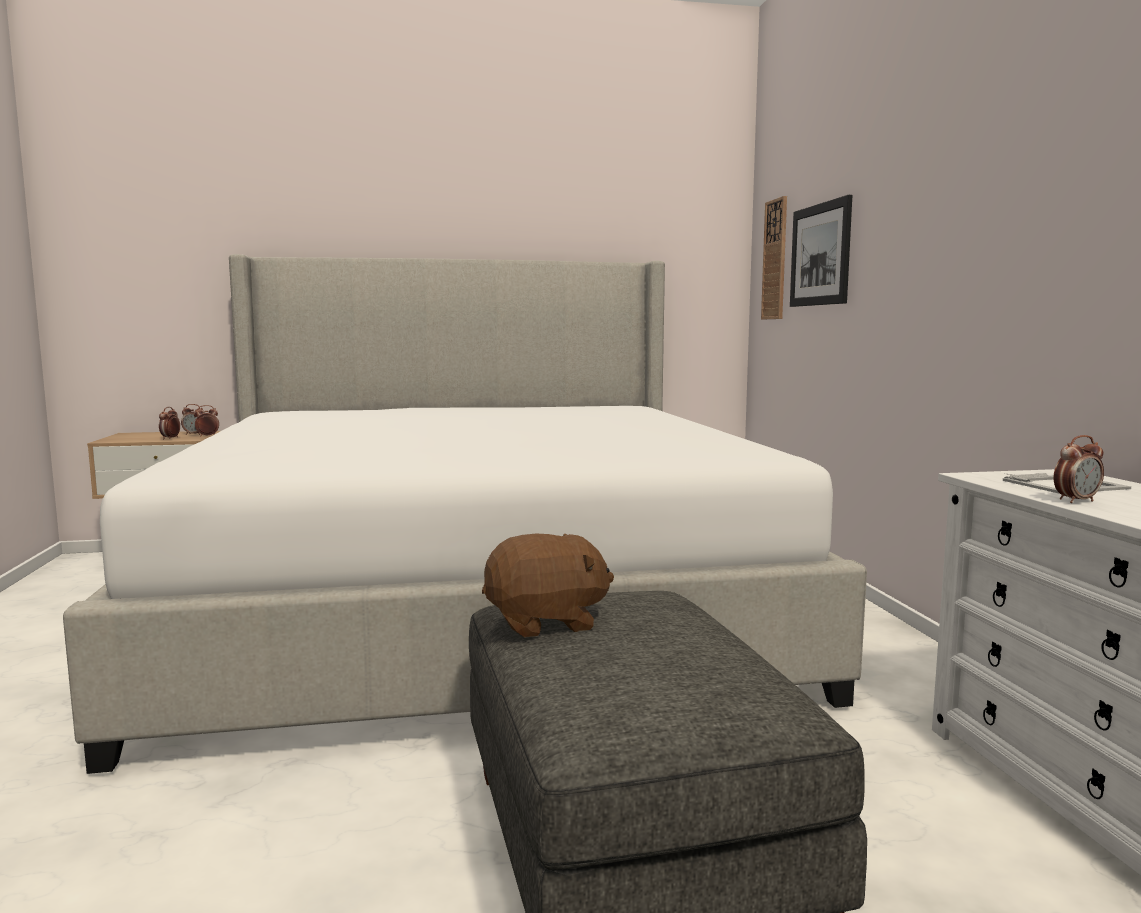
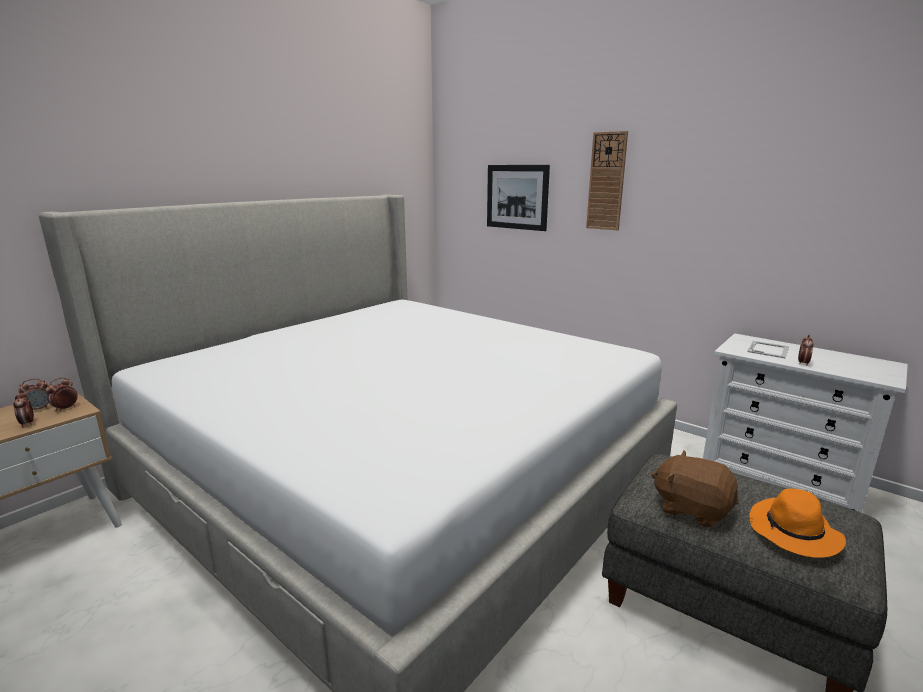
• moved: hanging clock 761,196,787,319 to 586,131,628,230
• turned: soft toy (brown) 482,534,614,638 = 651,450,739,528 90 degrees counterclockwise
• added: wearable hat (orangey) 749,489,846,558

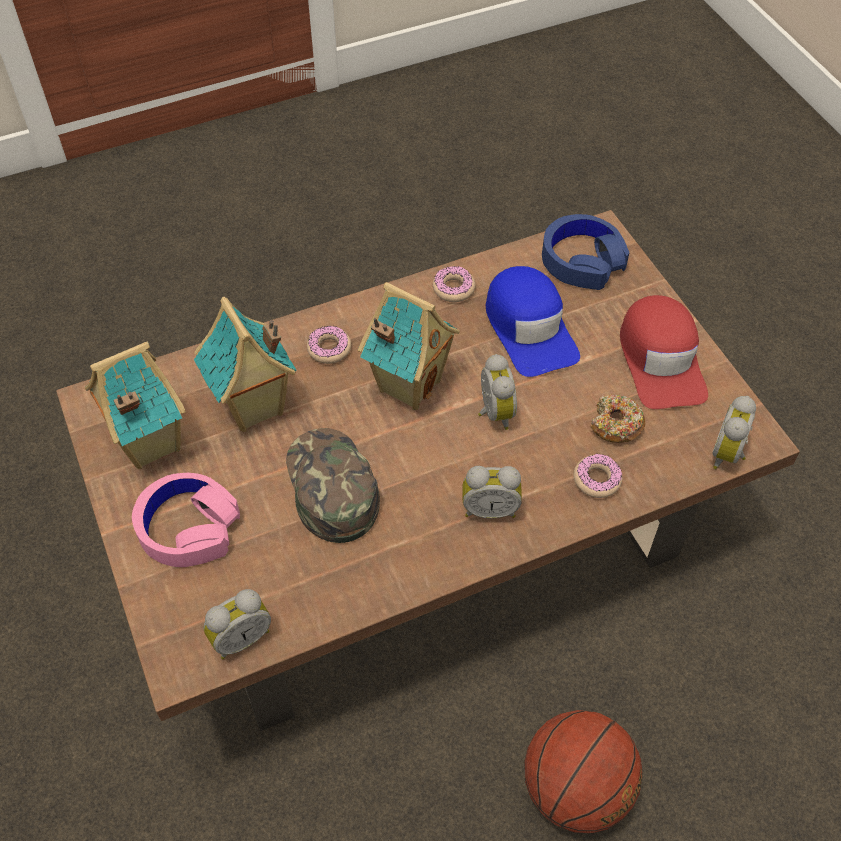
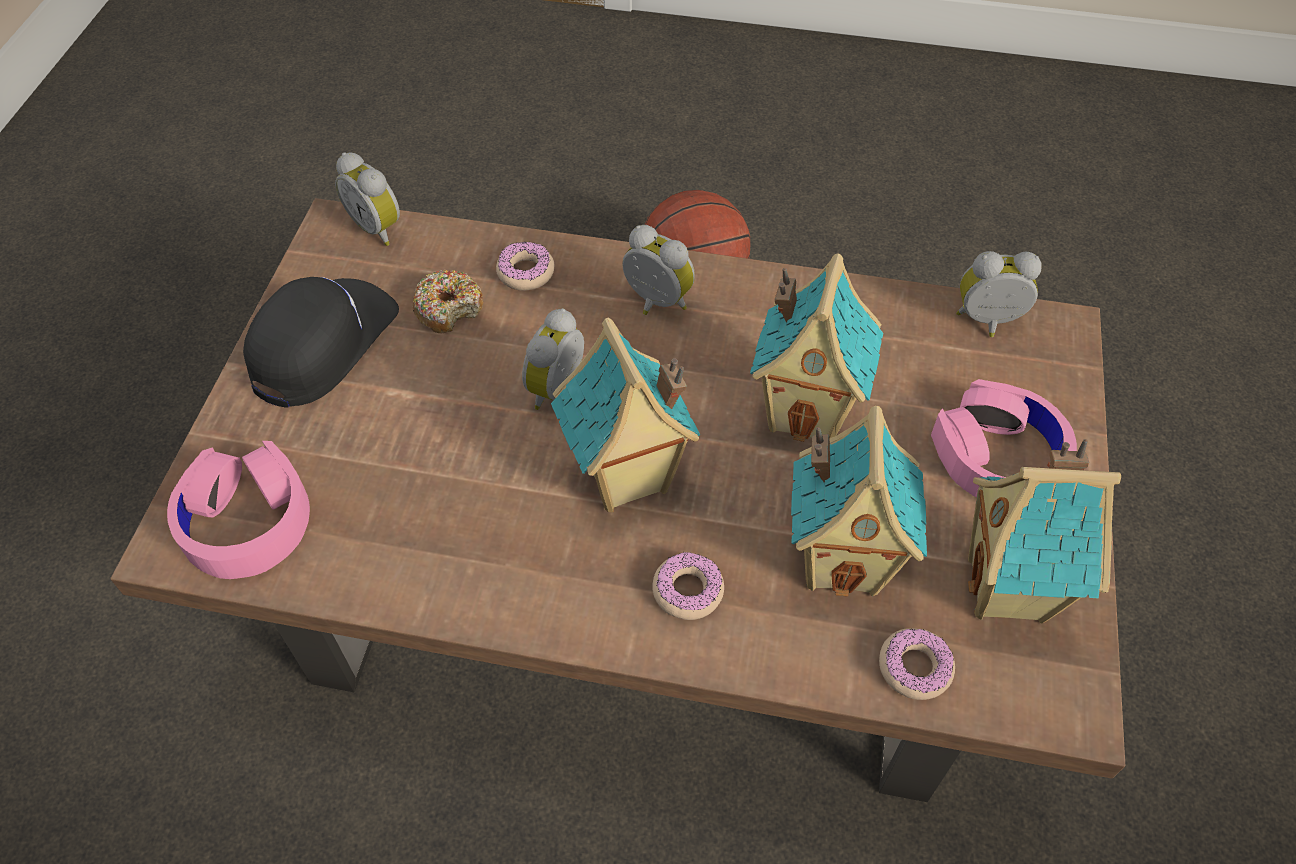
• recoloured: headset (blue-coloured) 542,214,630,290 to headset (pink-coloured) 167,441,310,579
• moved: donut 433,266,475,302 to 879,629,955,700
• removed: baseball cap (blue-coloured) 486,266,580,377
• recoloured: baseball cap (reddish) 620,295,708,409 to baseball cap (black) 243,277,399,407
• turned: table clock 712,396,756,469 = 335,152,400,246 75 degrees clockwise
• replaced: baseball cap (green) 286,428,380,543 to toy house 750,253,883,442

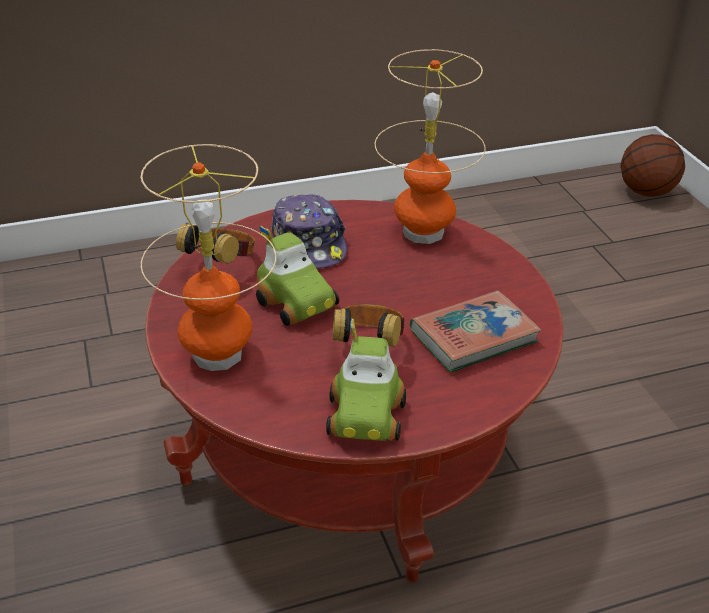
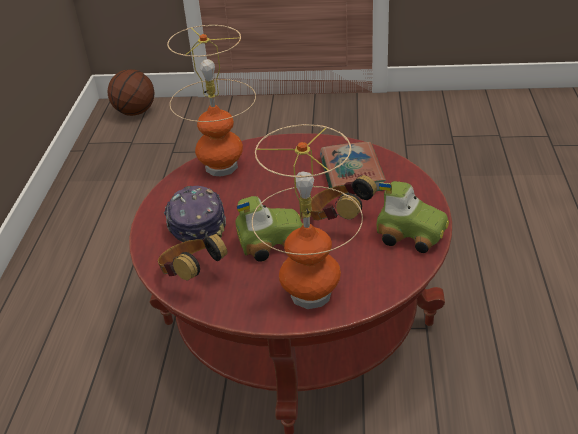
• turned: baseball cap 271,194,347,268 = 164,186,226,242 105 degrees counterclockwise

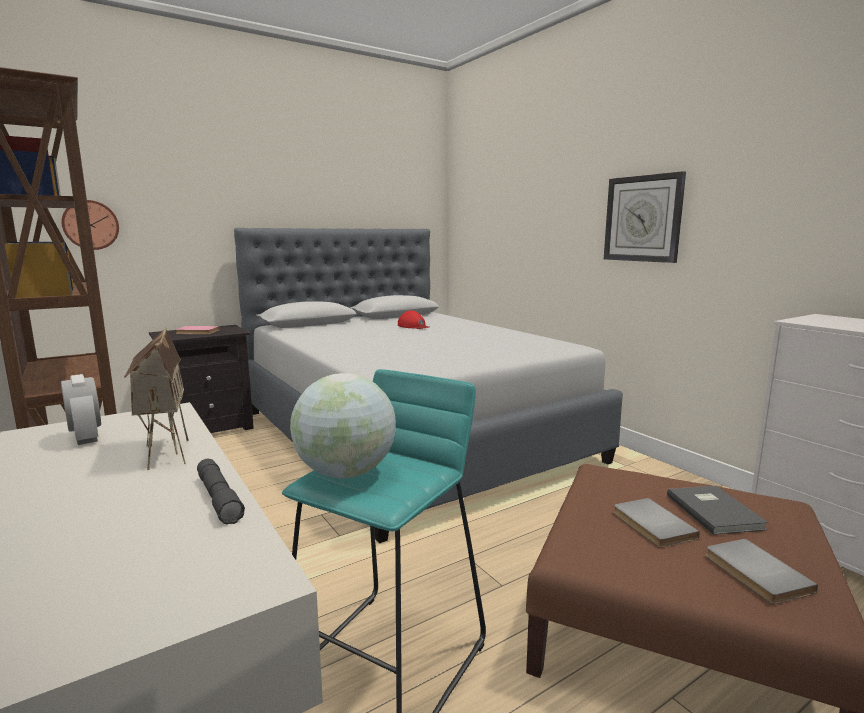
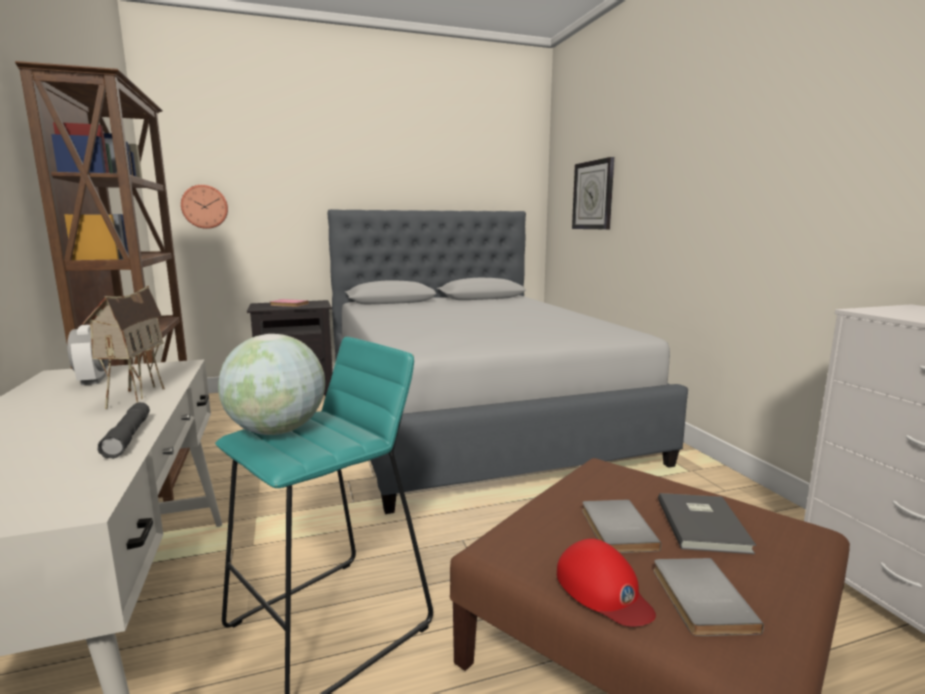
• moved: hanging clock 604,171,686,263 to 572,157,614,230
• moved: baseball cap (reddish) 398,310,429,329 to 557,539,656,627

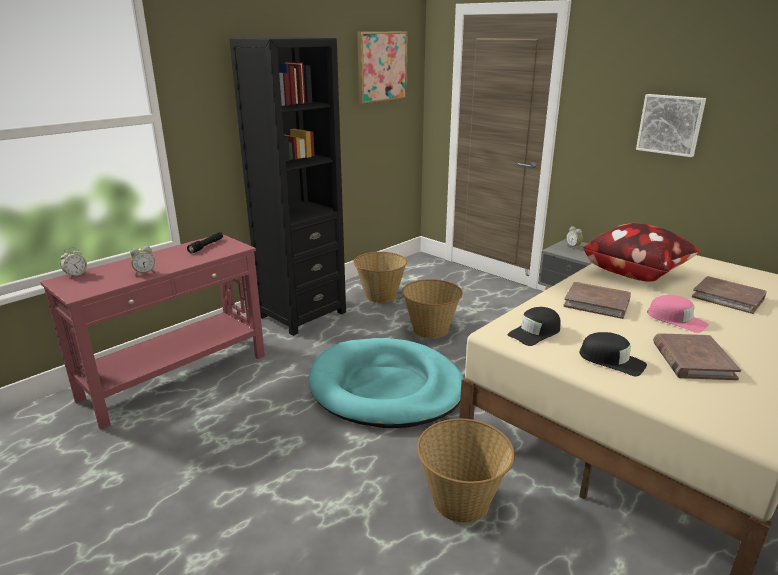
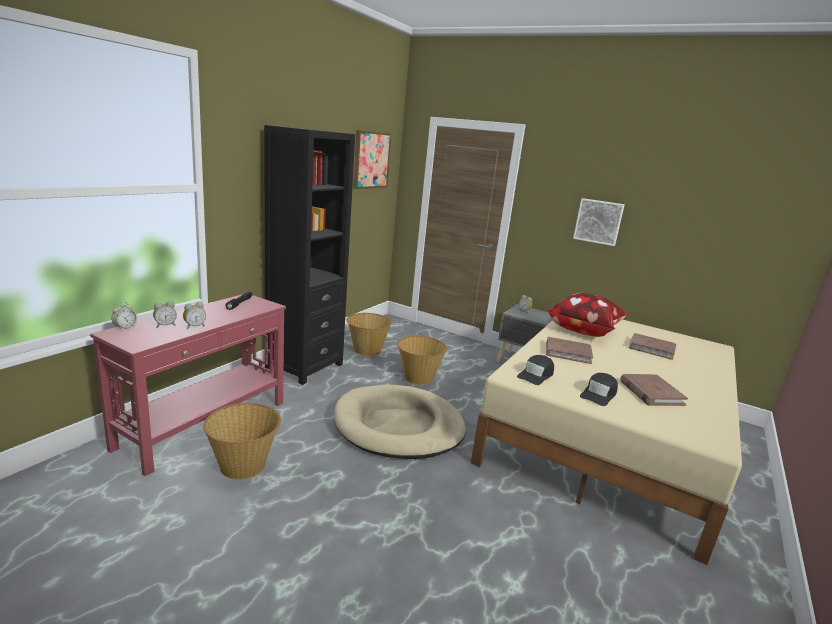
• removed: baseball cap (pink-coloured) 647,295,709,333
• turned: baseball cap (black) 579,332,647,376 = 580,373,618,406 105 degrees clockwise
• recoloured: dog cushion (turquoise-coloured) 309,338,464,428 to dog cushion (beige) 334,385,466,459
• moved: storage basket 417,419,515,523 to 203,403,281,479
• added: table clock 153,301,177,328

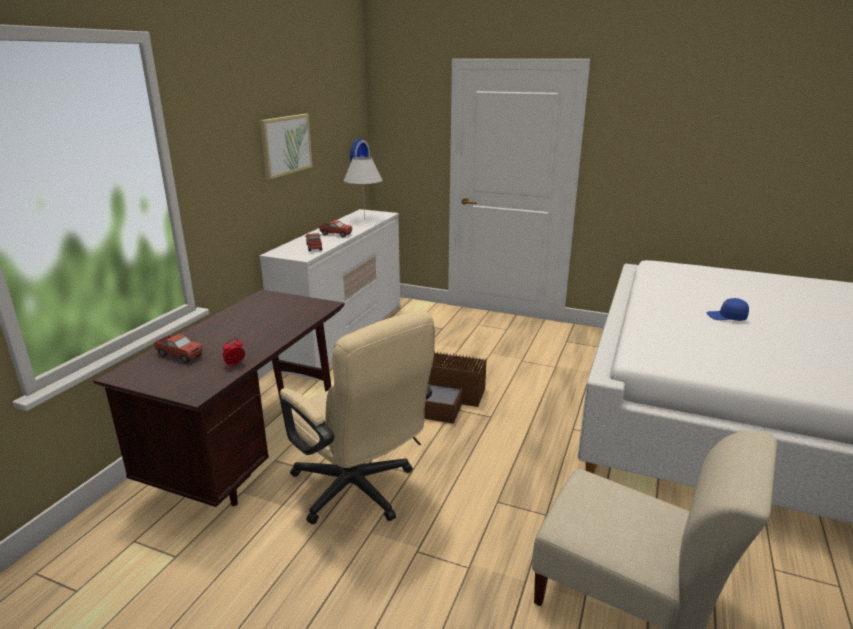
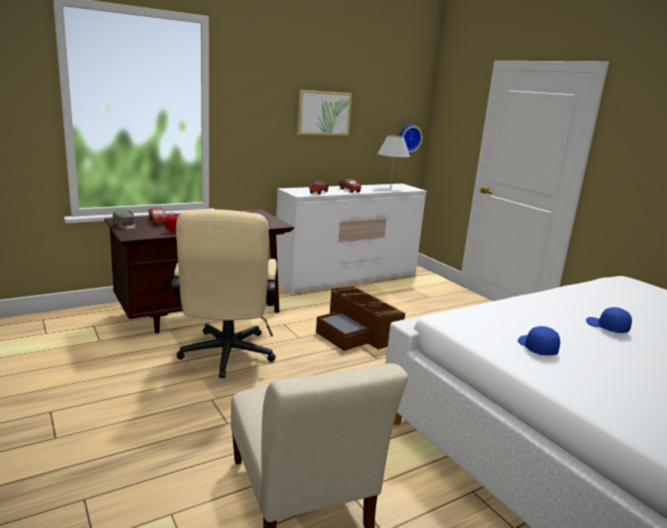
• added: baseball cap (grey) 112,209,136,230
• added: baseball cap (blue-coloured) 518,326,560,356

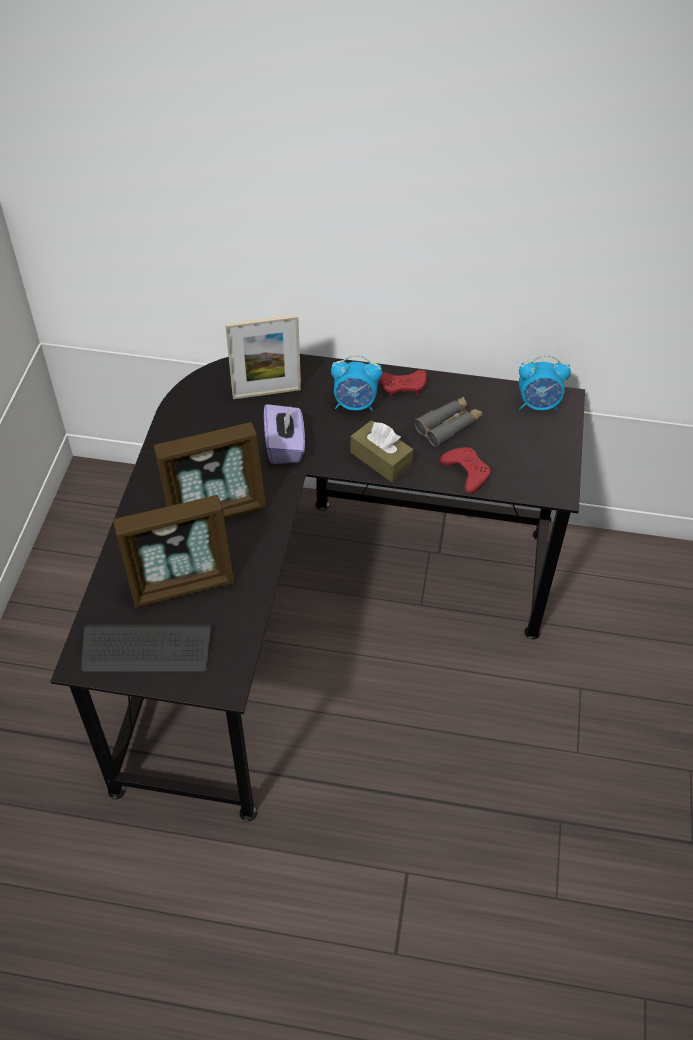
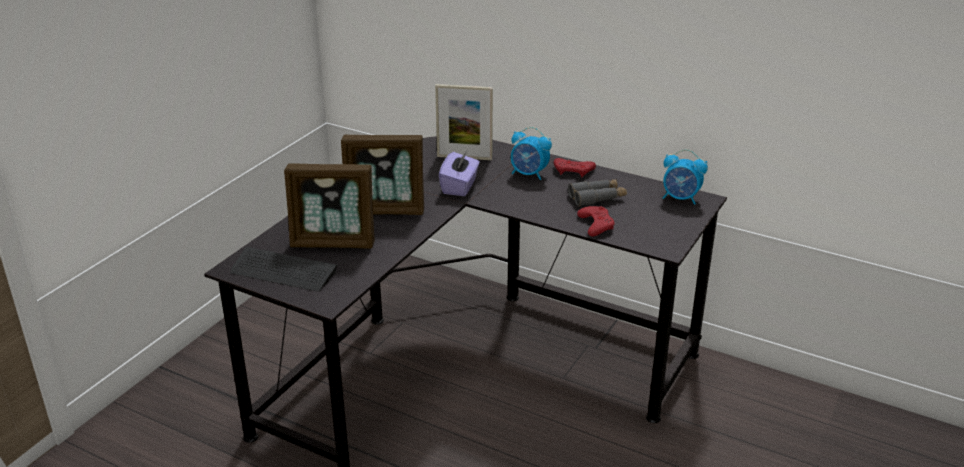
• removed: tissue holder (brown) 350,420,414,482

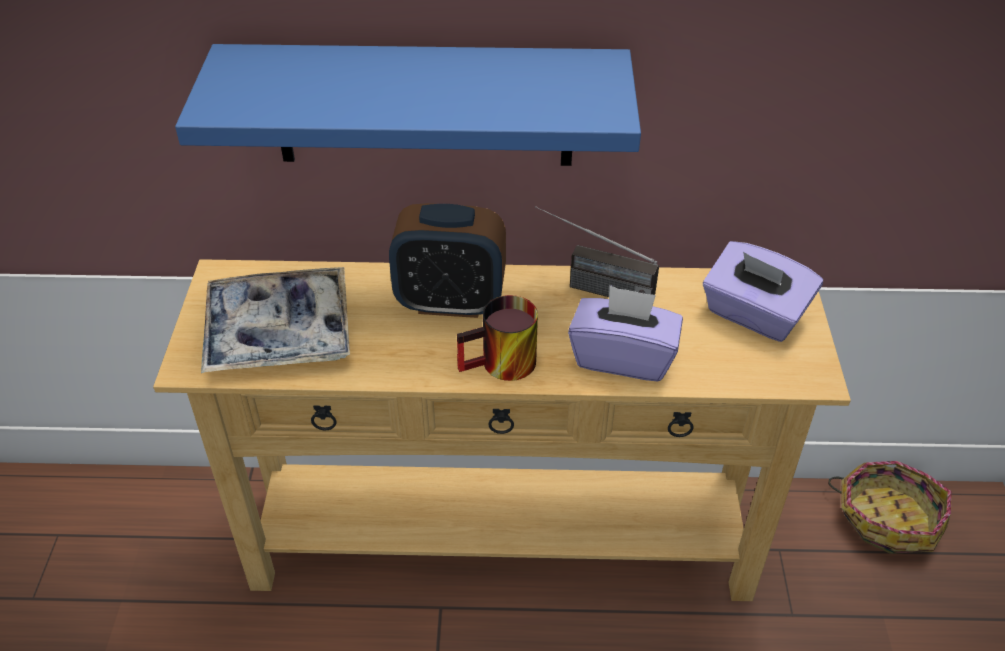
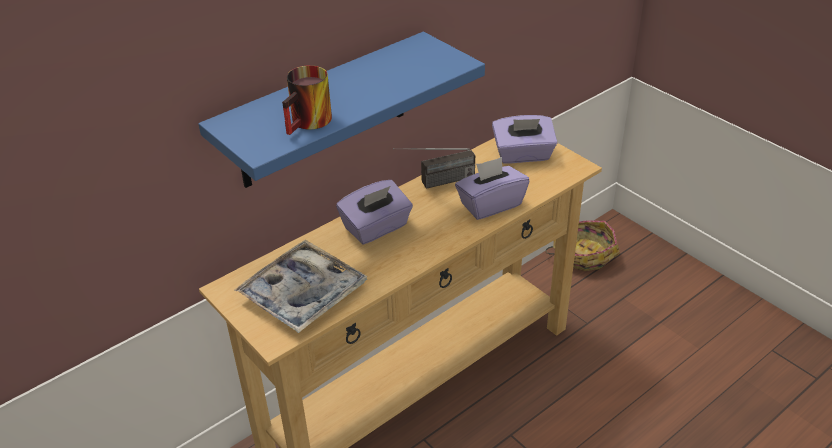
• replaced: table clock 389,203,506,318 to tissue holder (purple-coloured) 336,180,413,244
• moved: coffee mug 457,295,538,381 to 282,65,332,135

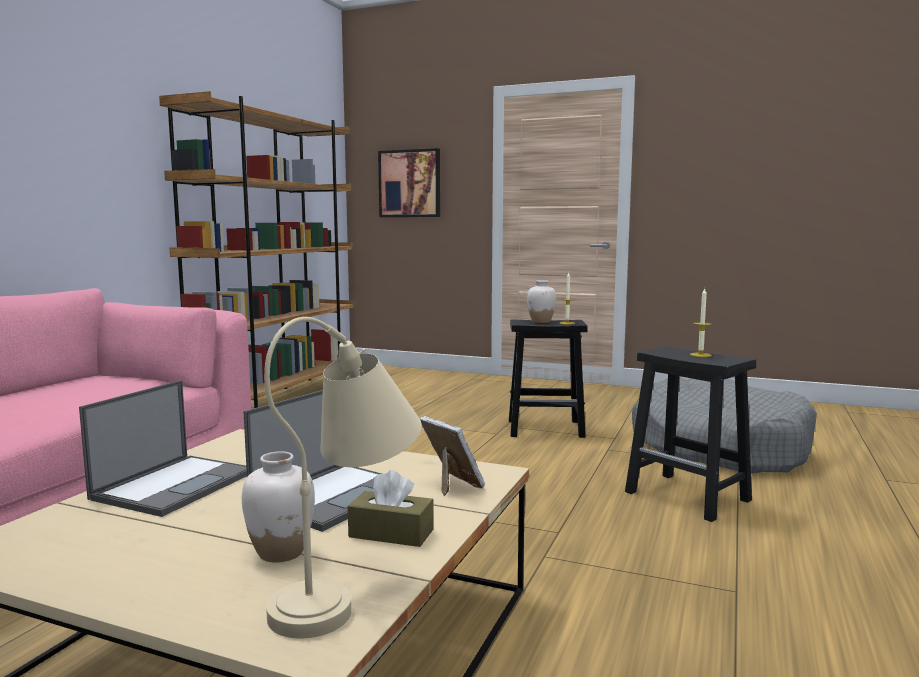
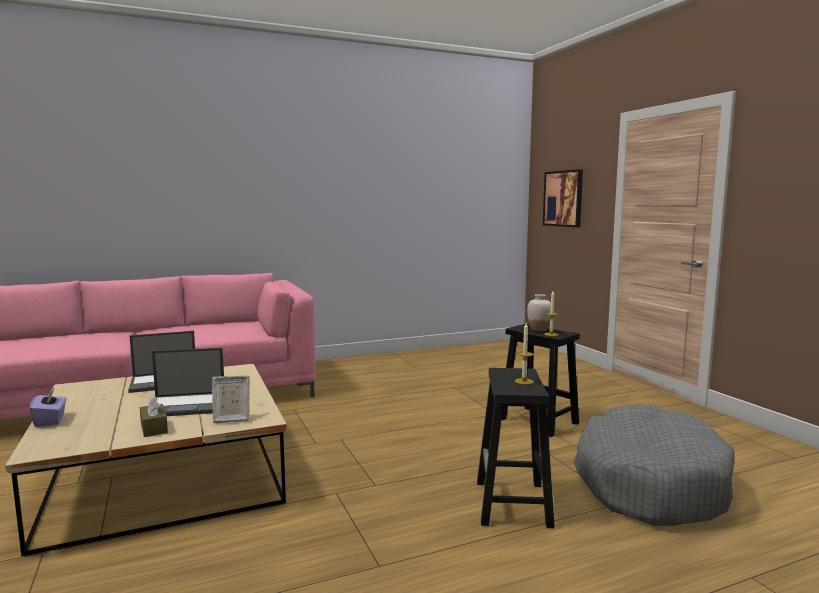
• removed: shelving unit (brown) 159,91,354,408
• removed: table lamp (beige) 264,317,422,638
• turned: picture frame 420,416,485,496 = 212,376,250,423 75 degrees clockwise
• removed: vase (white-coloured) 242,451,315,563
• added: tissue holder (purple-coloured) 29,389,66,427

